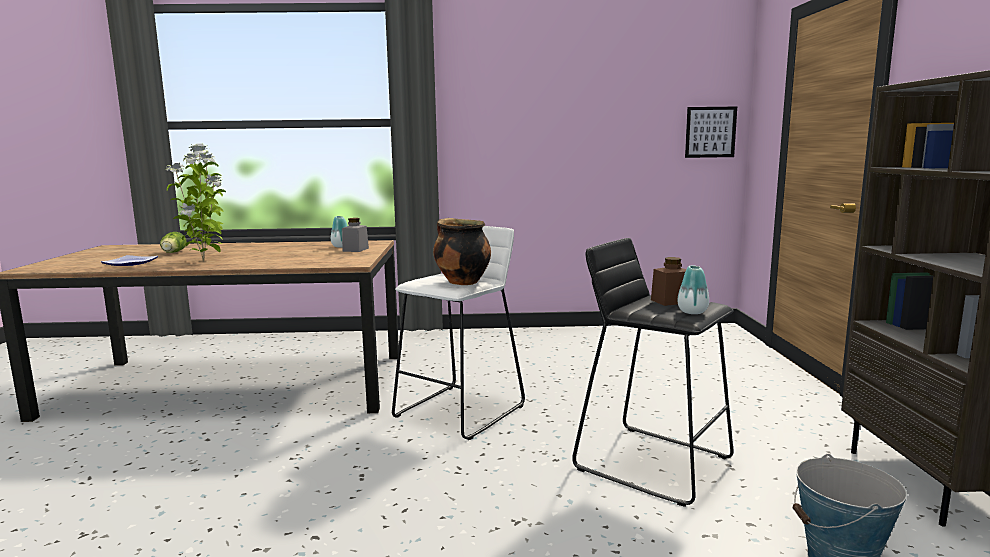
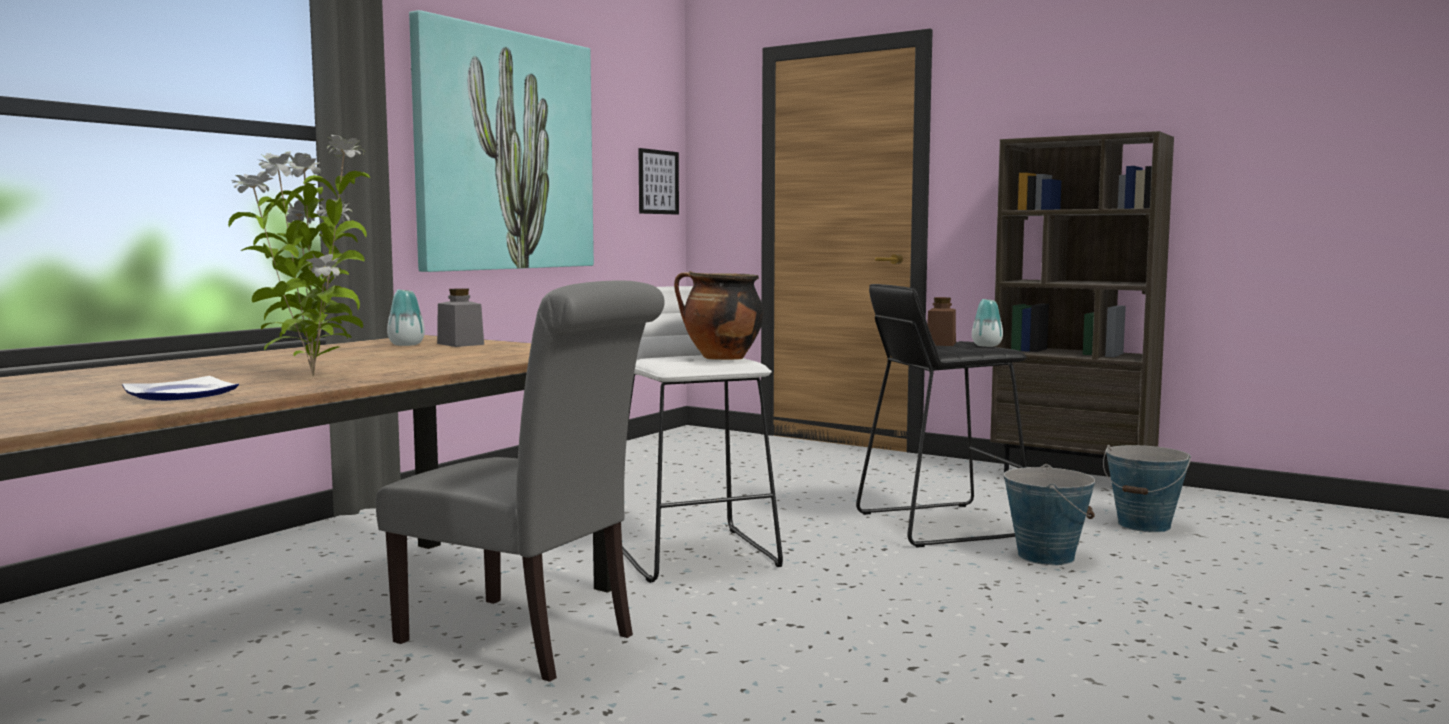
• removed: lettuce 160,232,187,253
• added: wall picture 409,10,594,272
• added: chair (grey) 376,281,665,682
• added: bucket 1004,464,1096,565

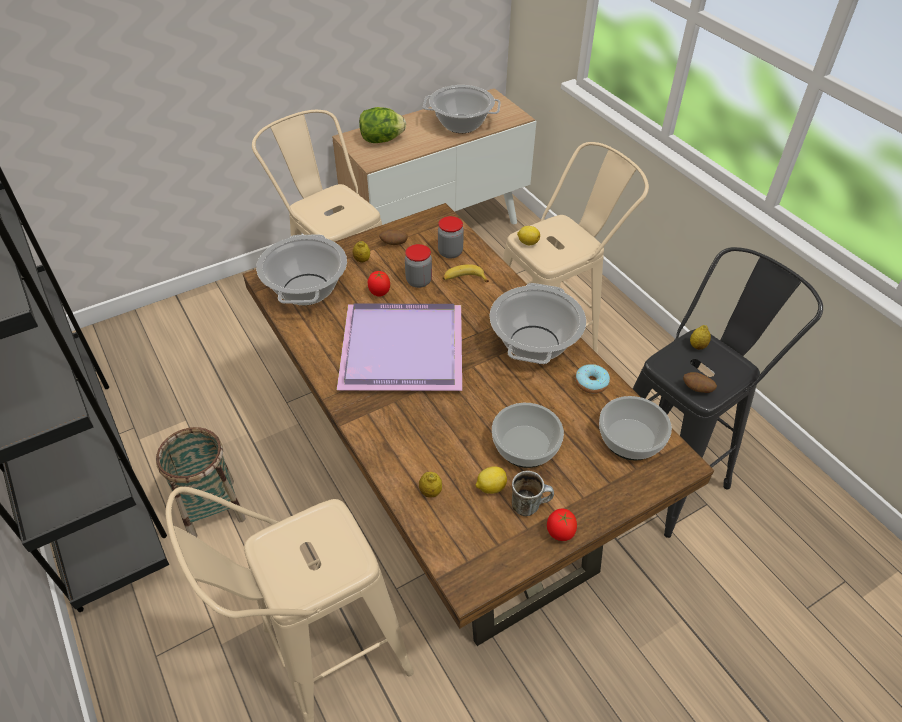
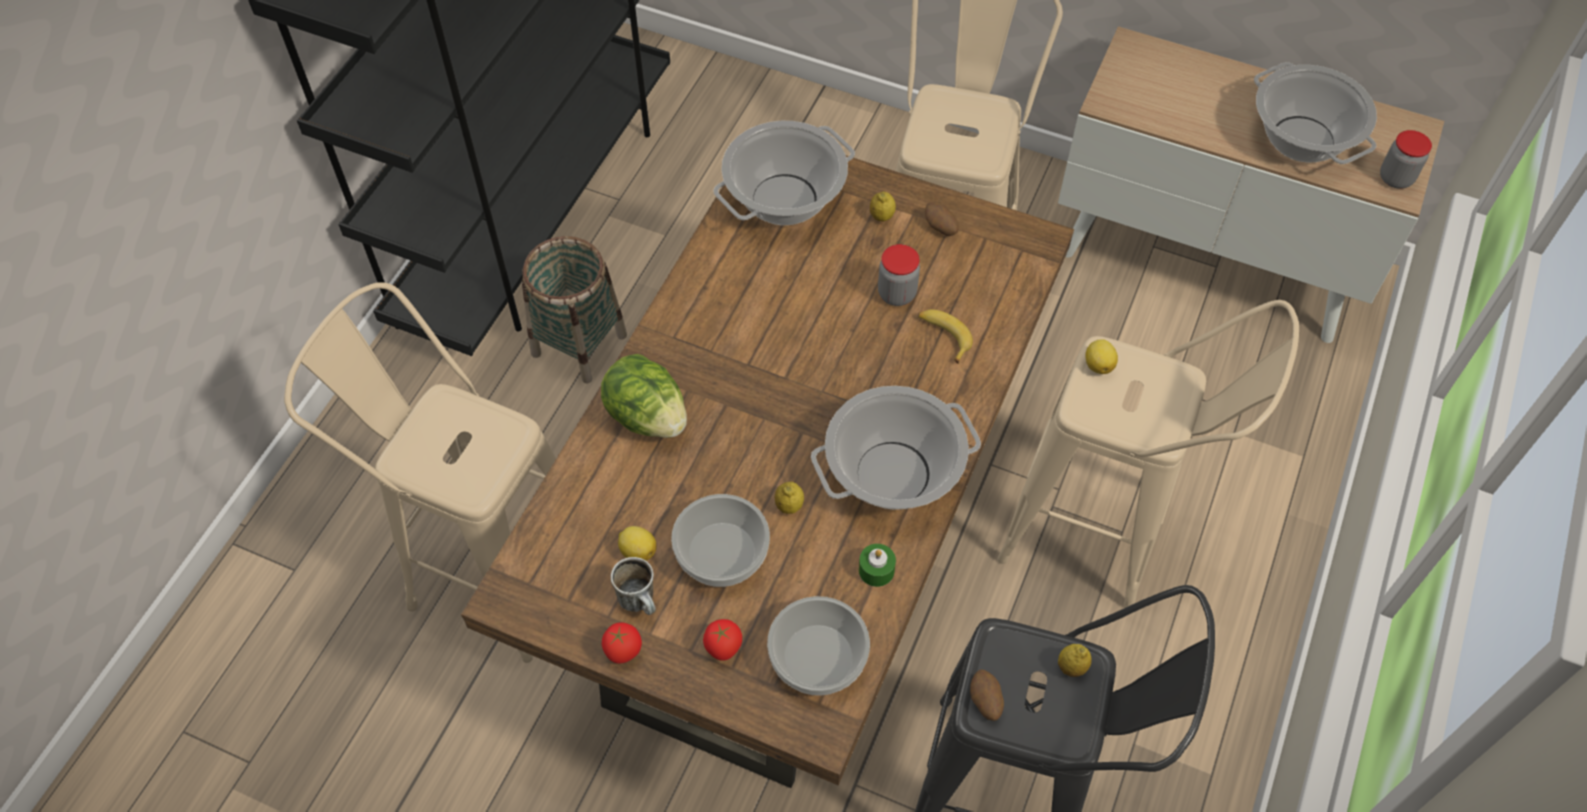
• moved: lettuce 359,107,406,143 to 601,354,687,438
• moved: storage jar 438,216,464,259 to 1380,130,1432,189
• moved: tomato 368,271,390,297 to 703,619,742,661
• removed: tray (purple-coloured) 337,303,462,391
• replaced: donut 575,364,610,394 to candle (green) 859,544,896,587
• moved: whole lemon 419,472,442,498 to 775,482,804,514

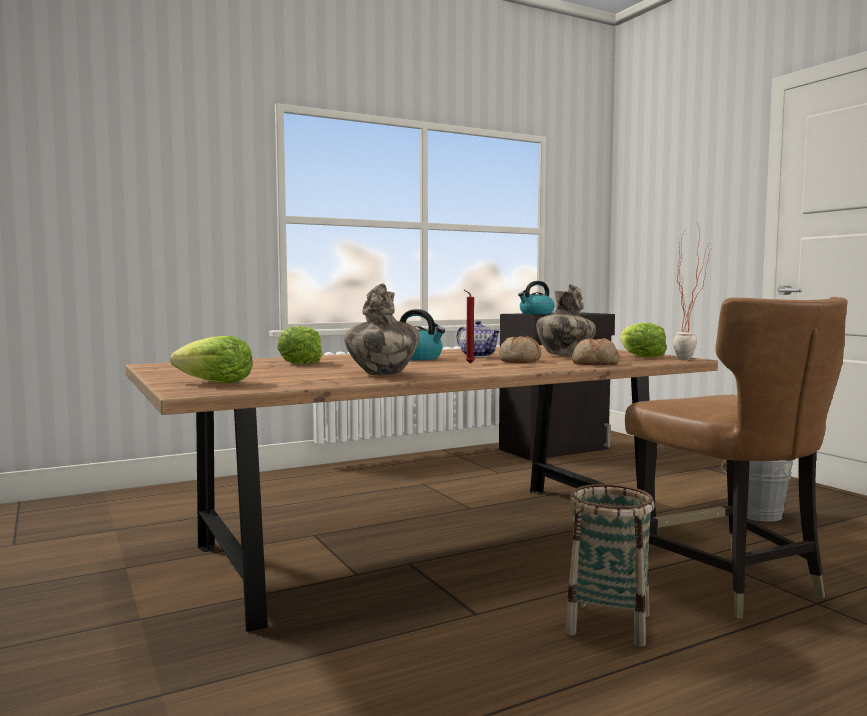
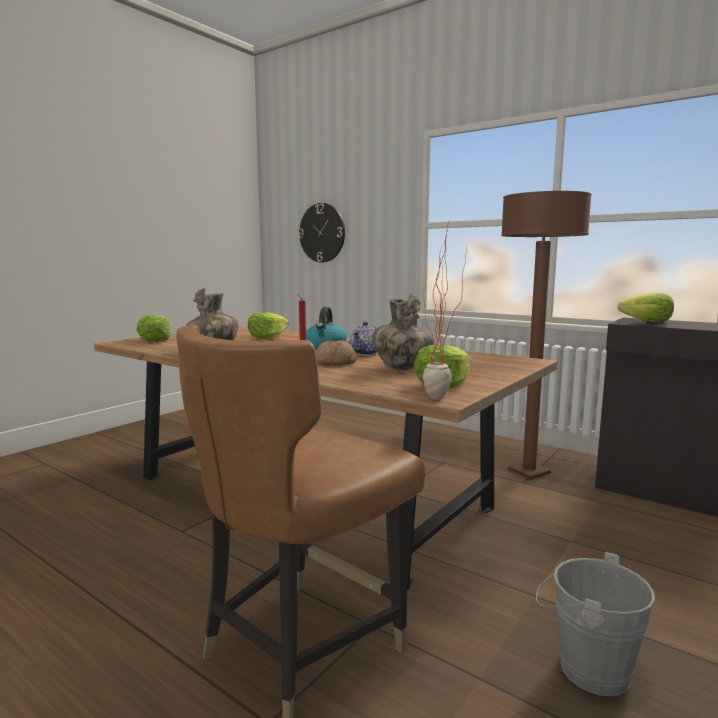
• replaced: water kettle 518,281,555,315 to lettuce 618,293,674,323
• removed: bread 572,338,620,365
• removed: storage basket 565,484,655,647
• added: standing lamp (brown) 501,191,592,480
• added: hanging clock 298,203,345,262

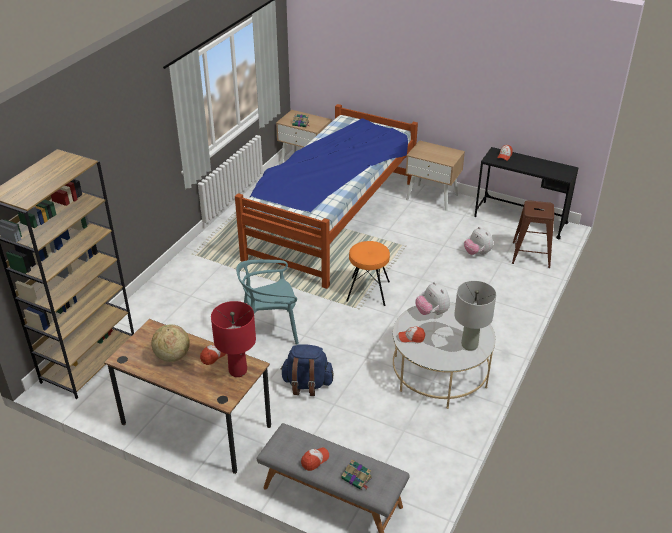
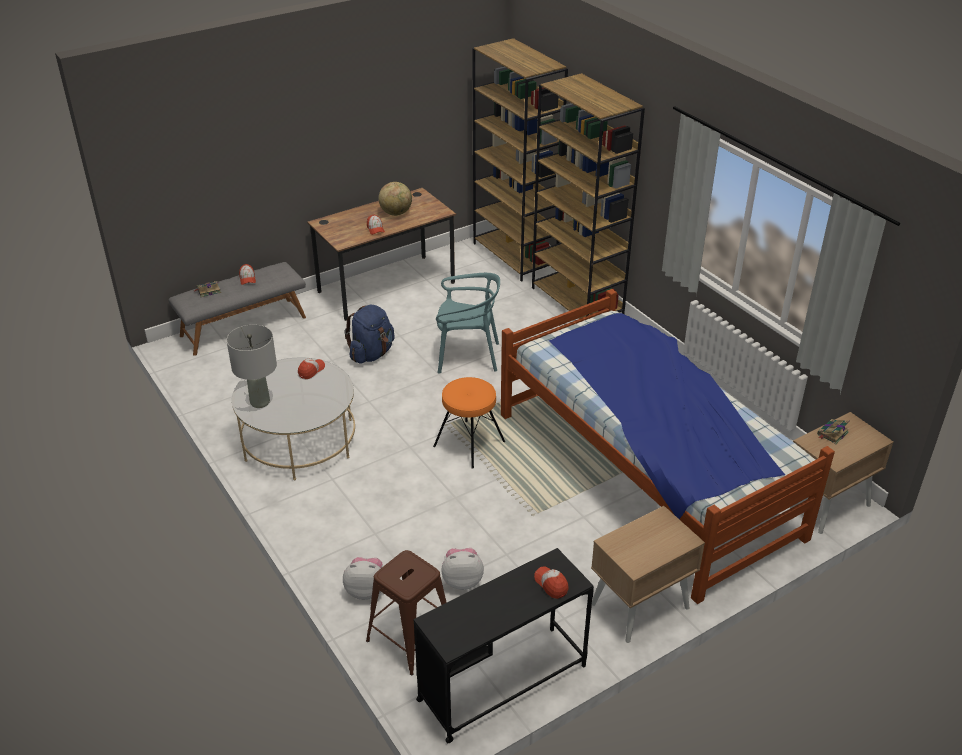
• turned: chair (turquoise-coloured) 236,260,299,344 = 436,273,500,374 75 degrees clockwise
• moved: soft toy 415,282,450,315 to 343,557,383,600
• removed: table lamp (reddish) 211,301,256,377
• added: shelving unit (brown) 532,73,645,319

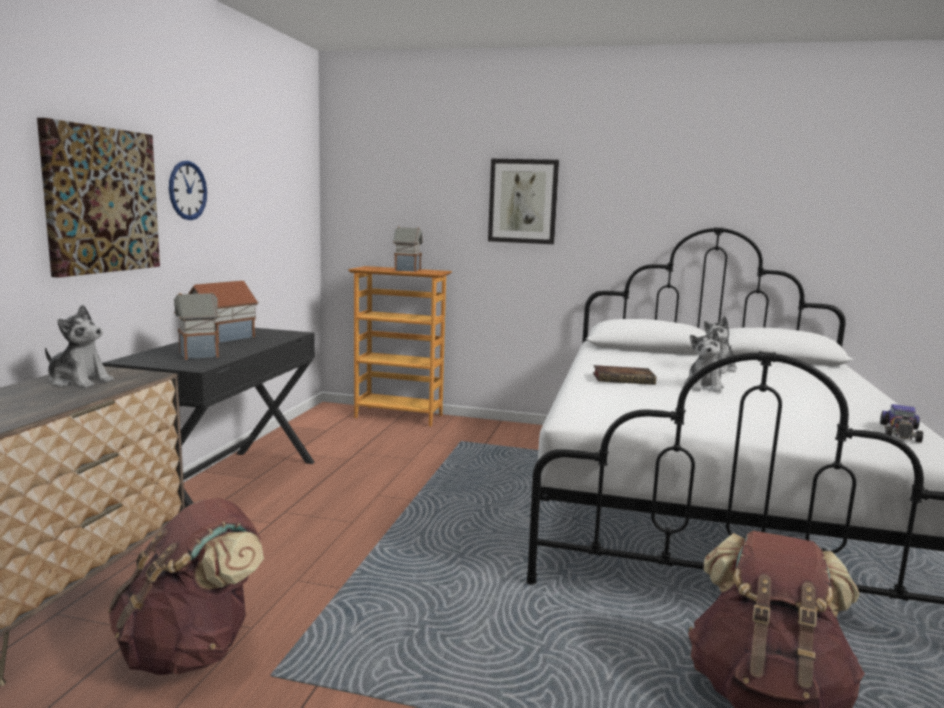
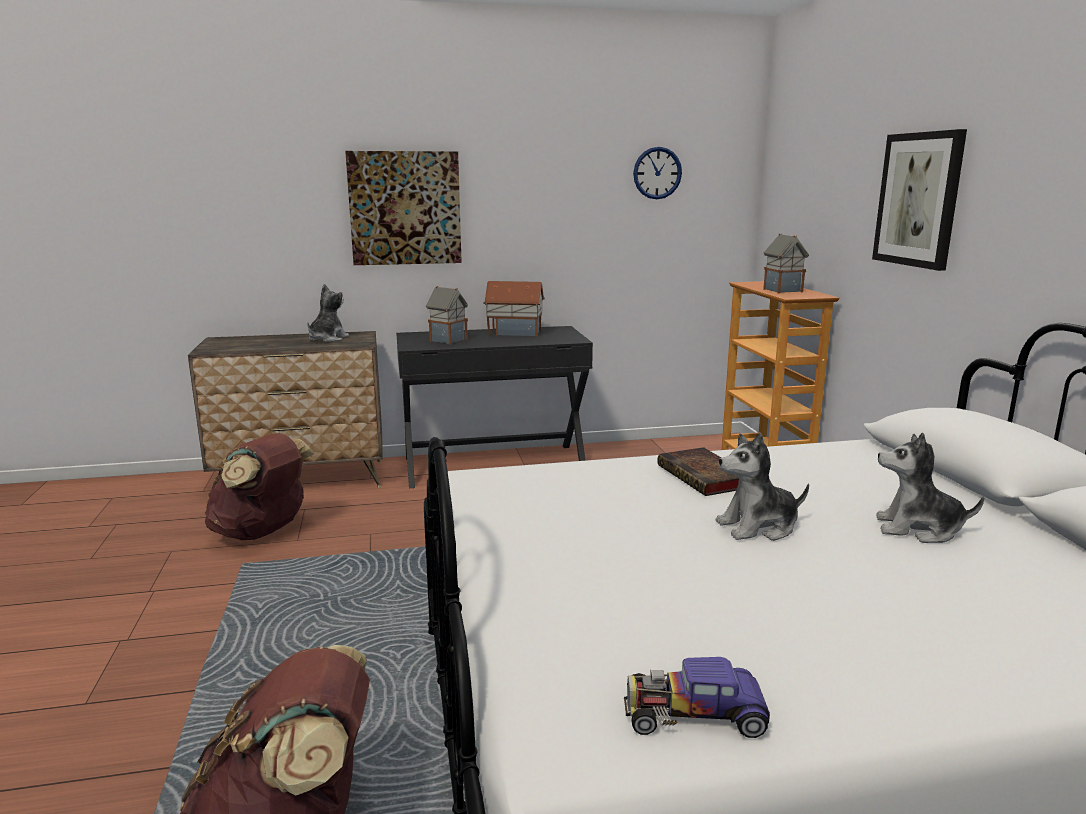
• moved: hanging clock 169,161,207,220 to 633,147,682,199
• turned: soft toy 45,305,114,388 = 307,284,349,342 150 degrees counterclockwise

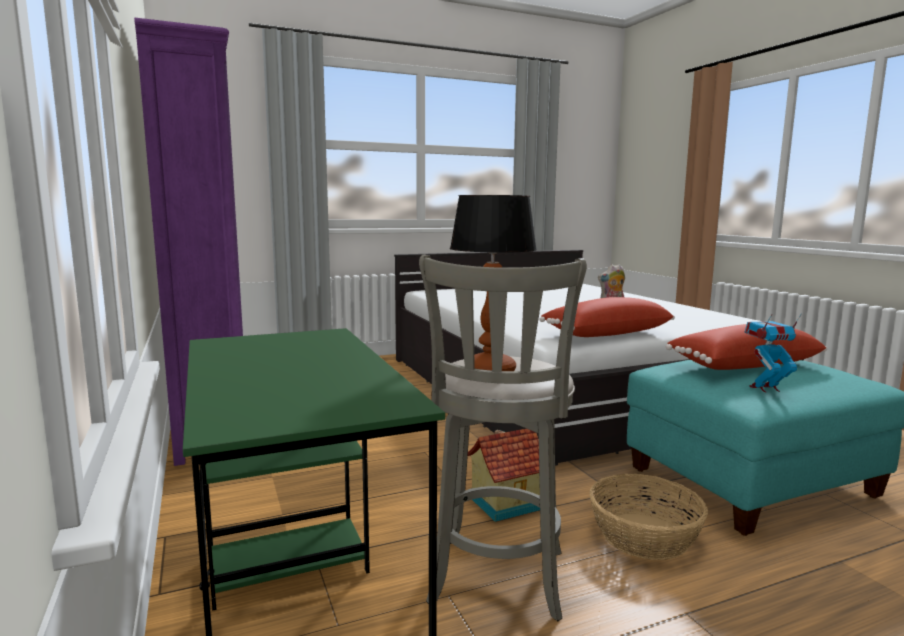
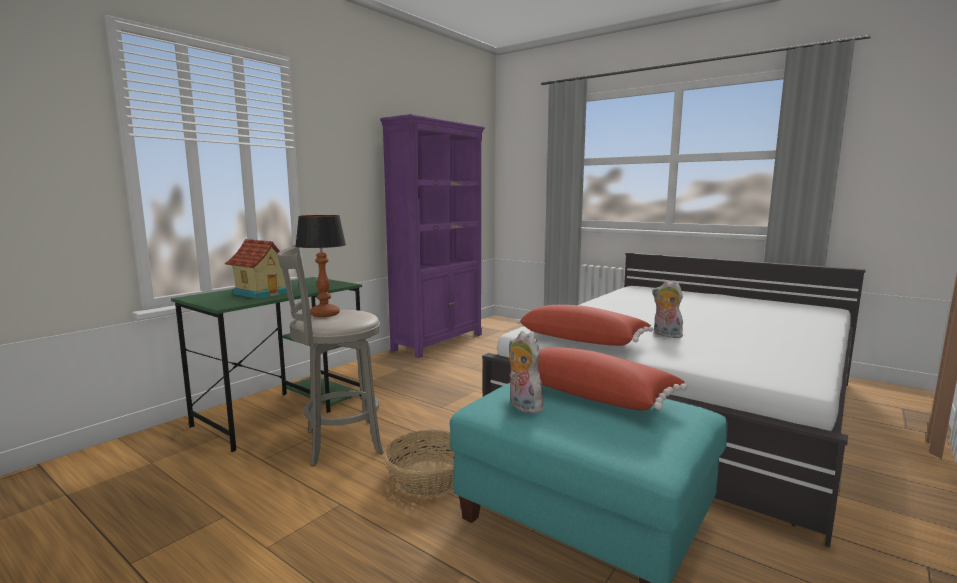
• replaced: robot figure 745,314,802,392 to soft toy 508,331,545,414
• moved: toy house 468,429,540,522 to 225,239,287,299

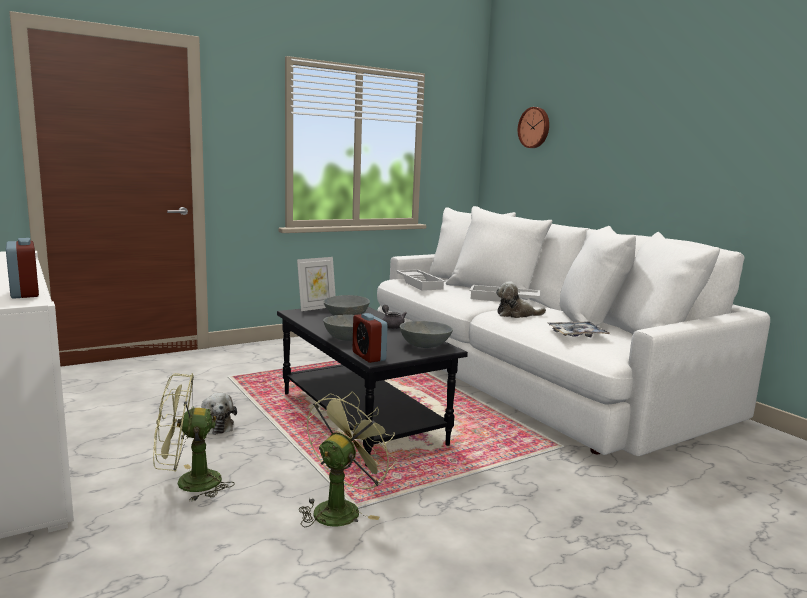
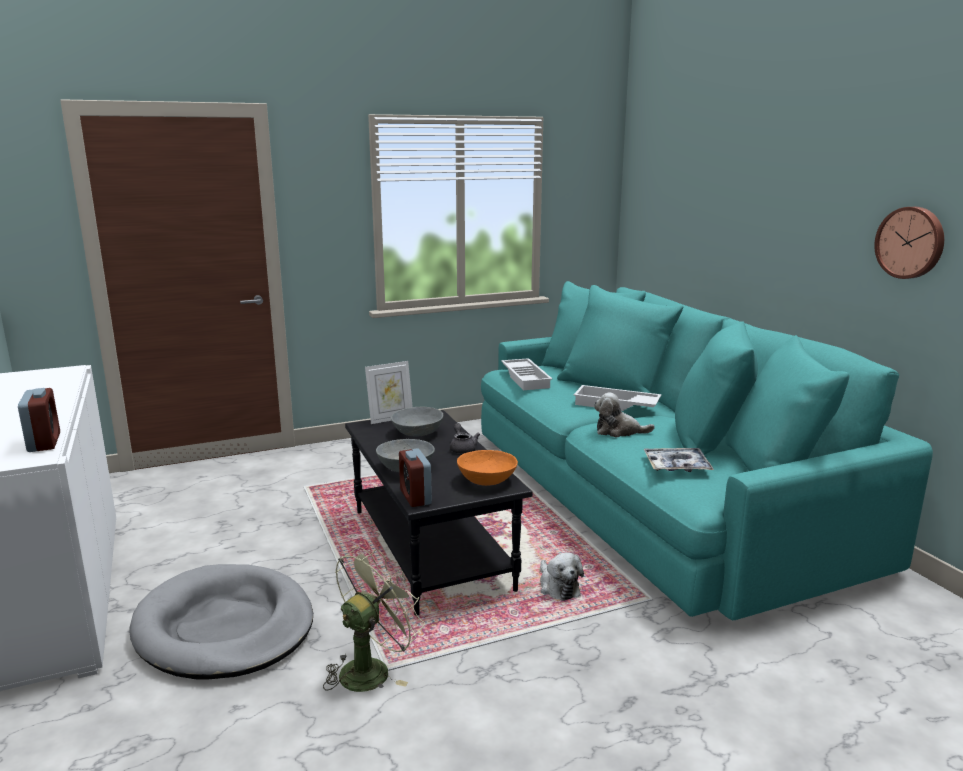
• moved: hanging clock 518,107,549,148 to 874,207,944,279
• recoloured: settee (white-coloured) 377,206,770,456 to settee (turquoise-coloured) 481,281,933,620
• recoloured: deep dish (grey) 400,321,453,348 to deep dish (orangey) 457,450,518,486
• replaced: electric fan (green) 153,373,235,502 to dog cushion (grey) 129,564,313,680
• moved: soft toy 201,393,237,435 to 540,552,584,601

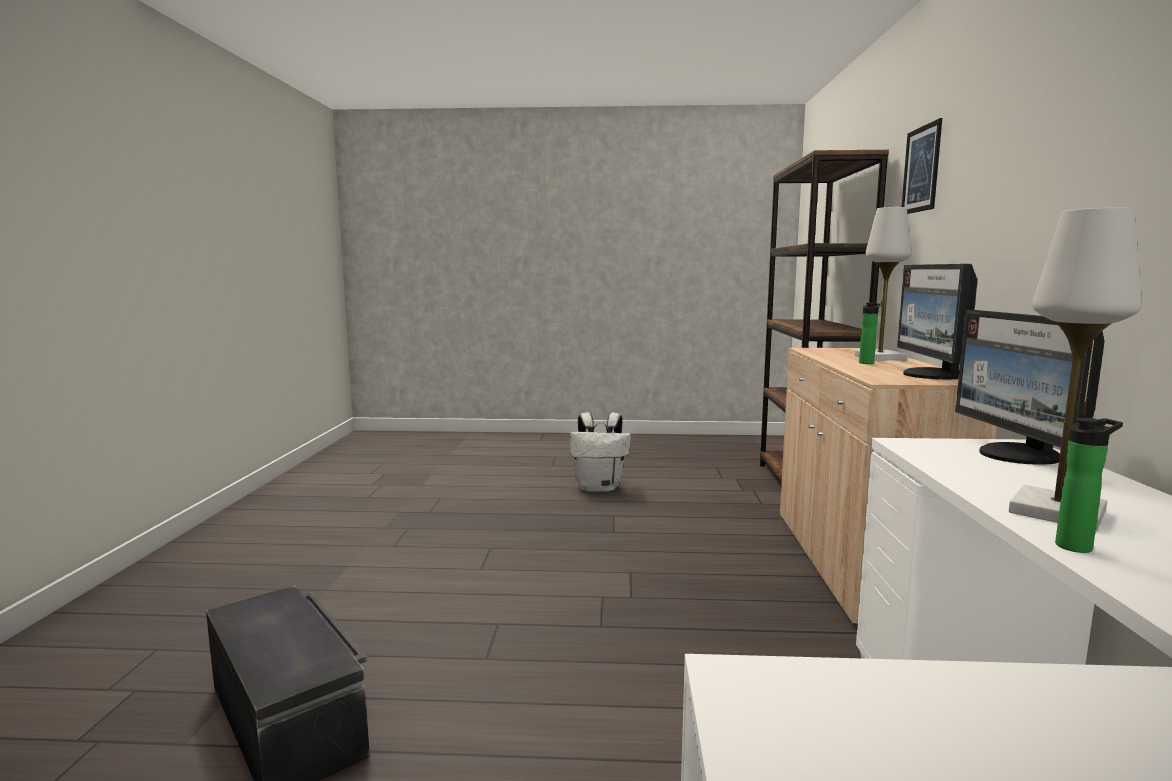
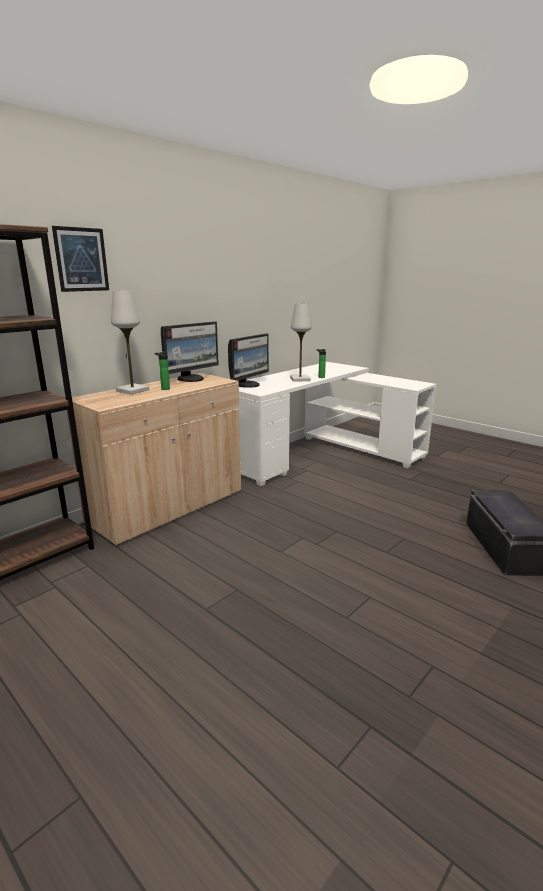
• removed: backpack (white-coloured) 570,412,631,492

